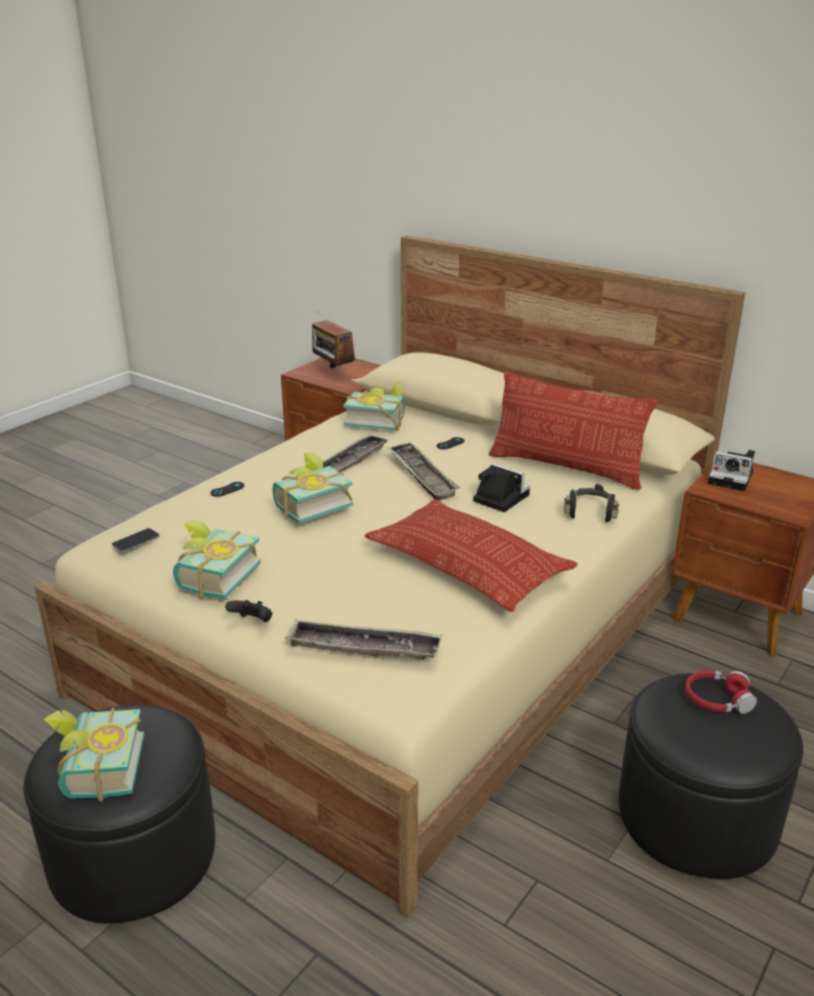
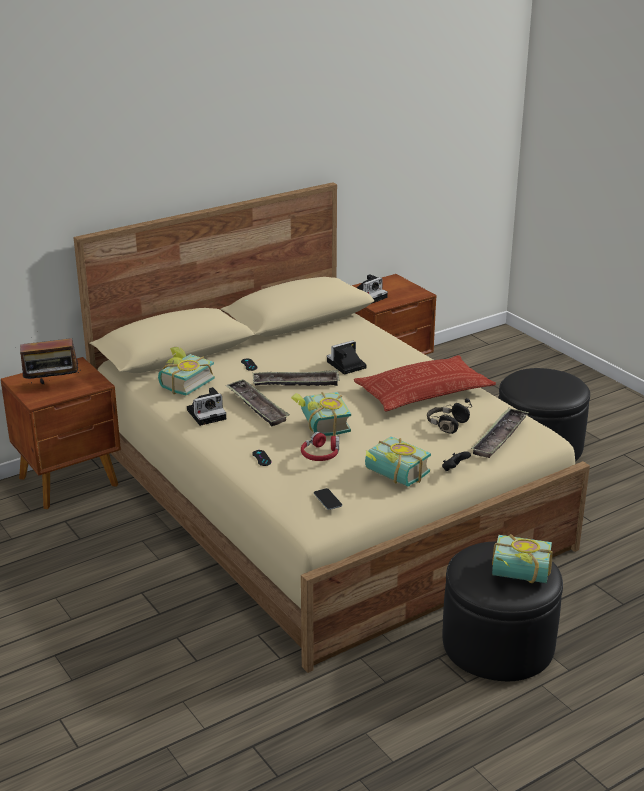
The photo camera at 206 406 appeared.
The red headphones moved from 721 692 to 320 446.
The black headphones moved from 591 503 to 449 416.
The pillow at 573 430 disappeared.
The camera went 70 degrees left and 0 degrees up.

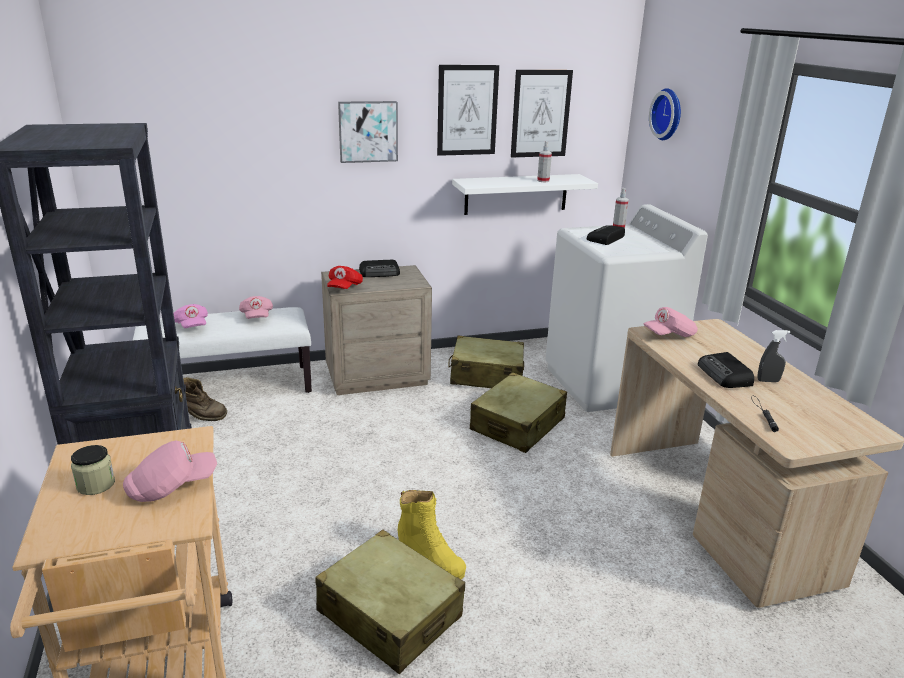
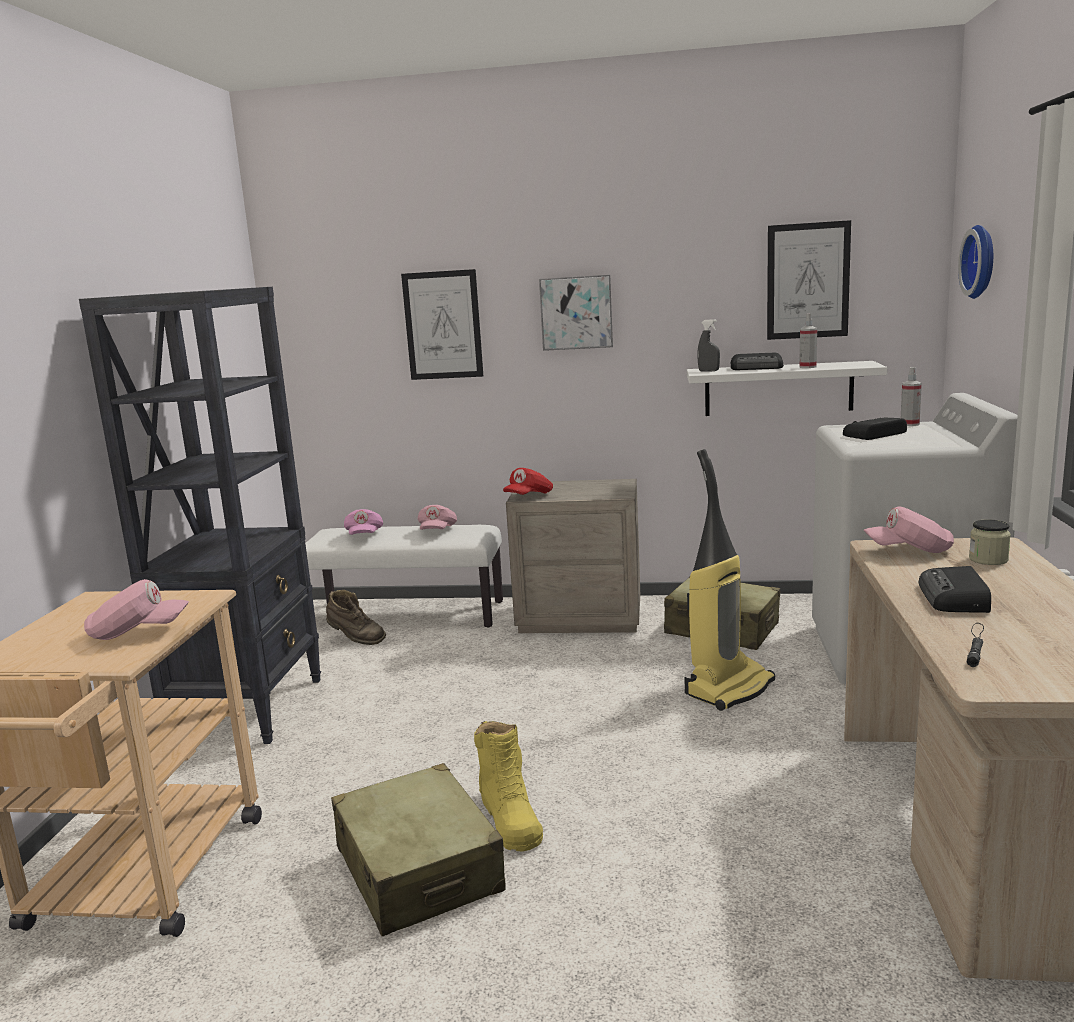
The picture moved from 468 110 to 442 324.
The beige suitcase at 518 412 was replaced by the vacuum cleaner at 729 580.
The grey spray bottle moved from 774 356 to 708 345.
The radio moved from 379 268 to 757 361.
The jar moved from 93 470 to 990 542.
The camera went 25 degrees right and 10 degrees down.

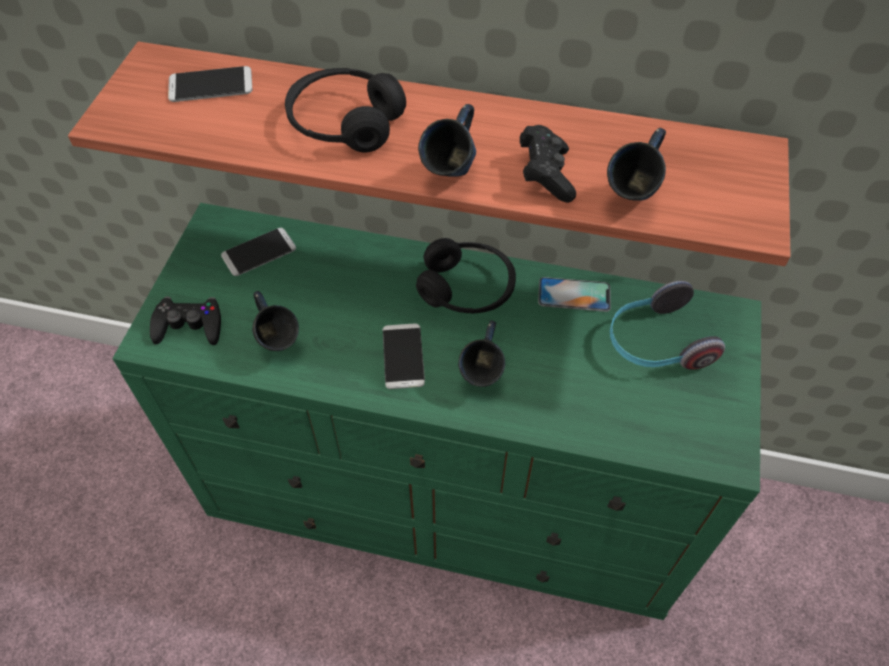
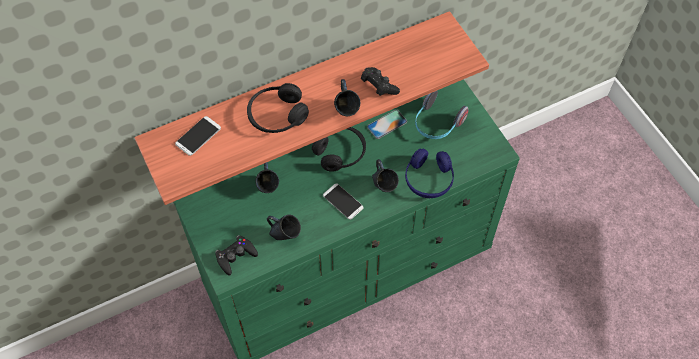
The blue mug moved from 636 164 to 267 177.
The blue headphones at 429 173 appeared.
The phone at 258 252 disappeared.
The camera went 40 degrees left and 5 degrees up.

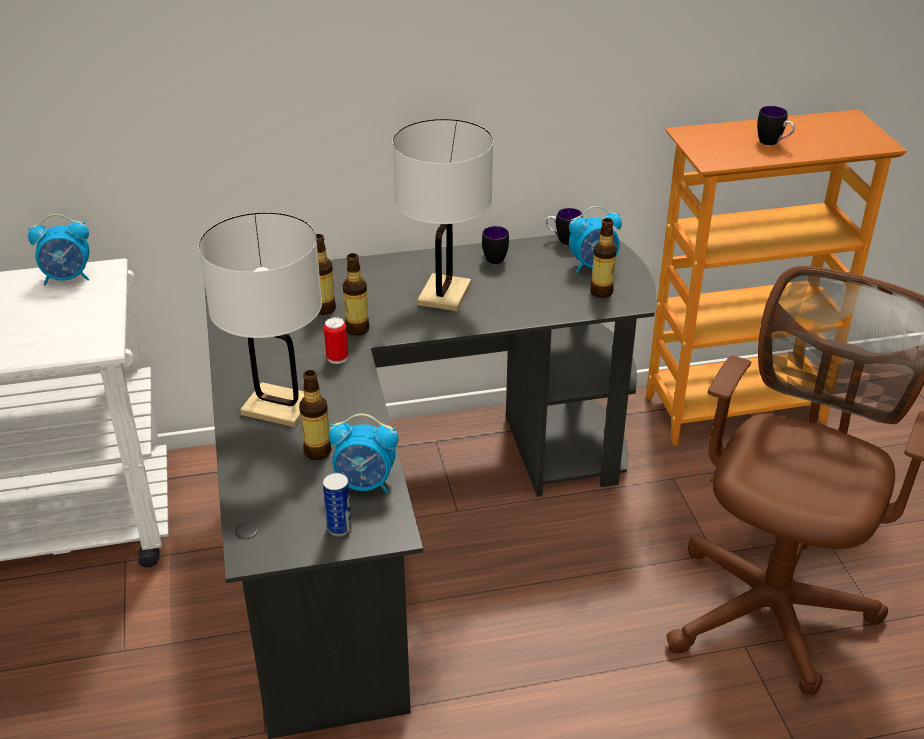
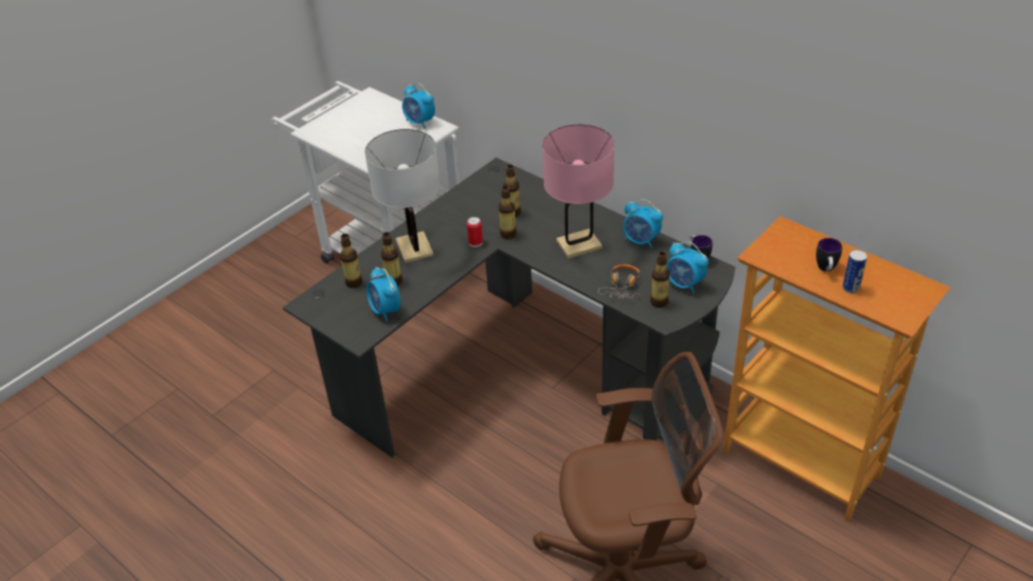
The bottle at 351 261 appeared.
The white table lamp at 443 215 became the pink table lamp at 578 191.
The headphones at 619 281 appeared.
The mug at 495 245 was replaced by the alarm clock at 643 224.
The can moved from 337 504 to 855 271.
The camera went 55 degrees right and 5 degrees up.

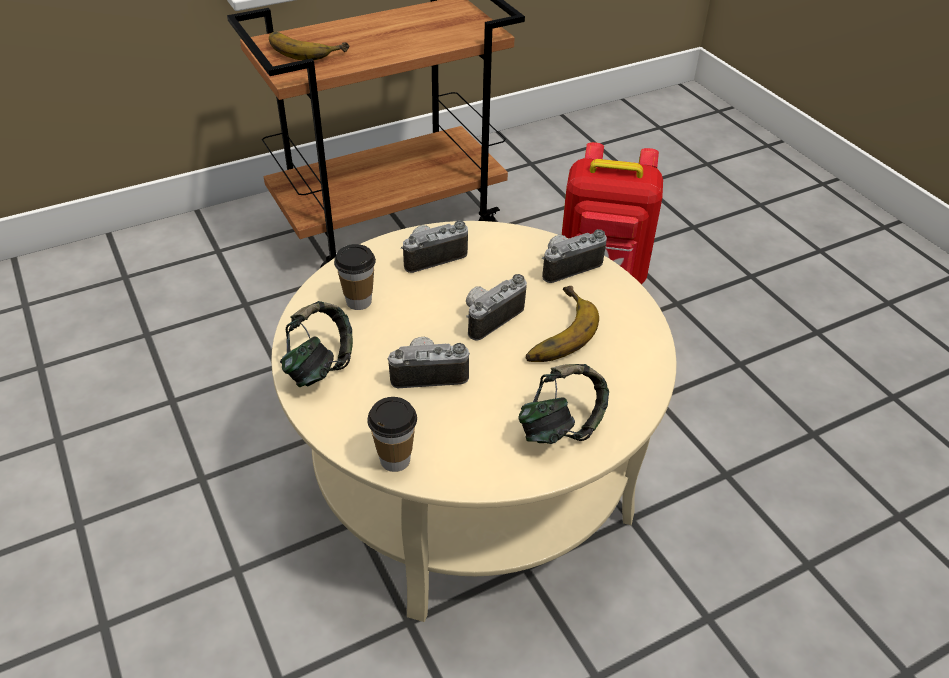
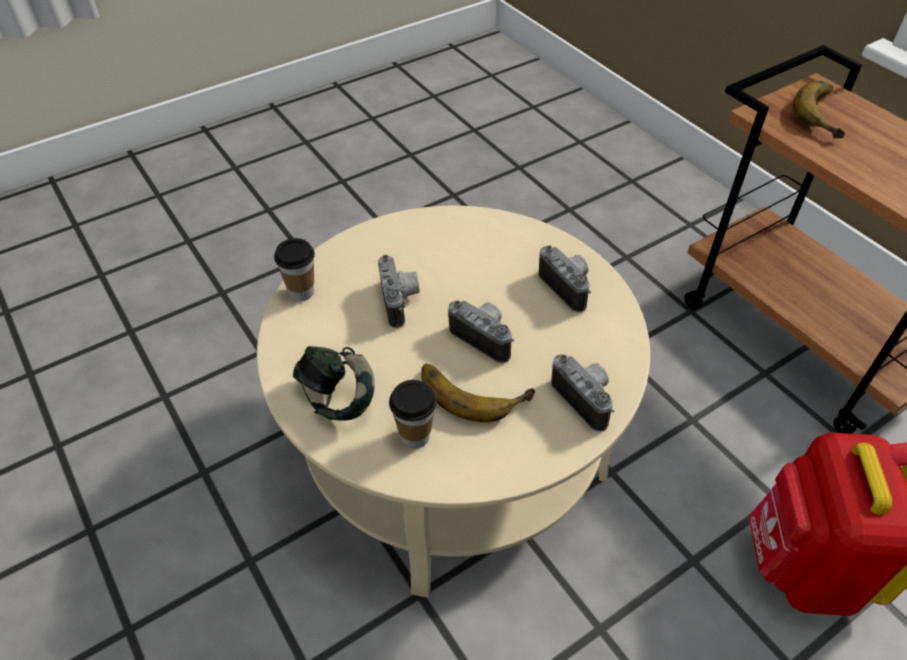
The cup moved from 355 277 to 413 414.
The headphones at 316 344 disappeared.
The camera went 85 degrees right and 5 degrees up.

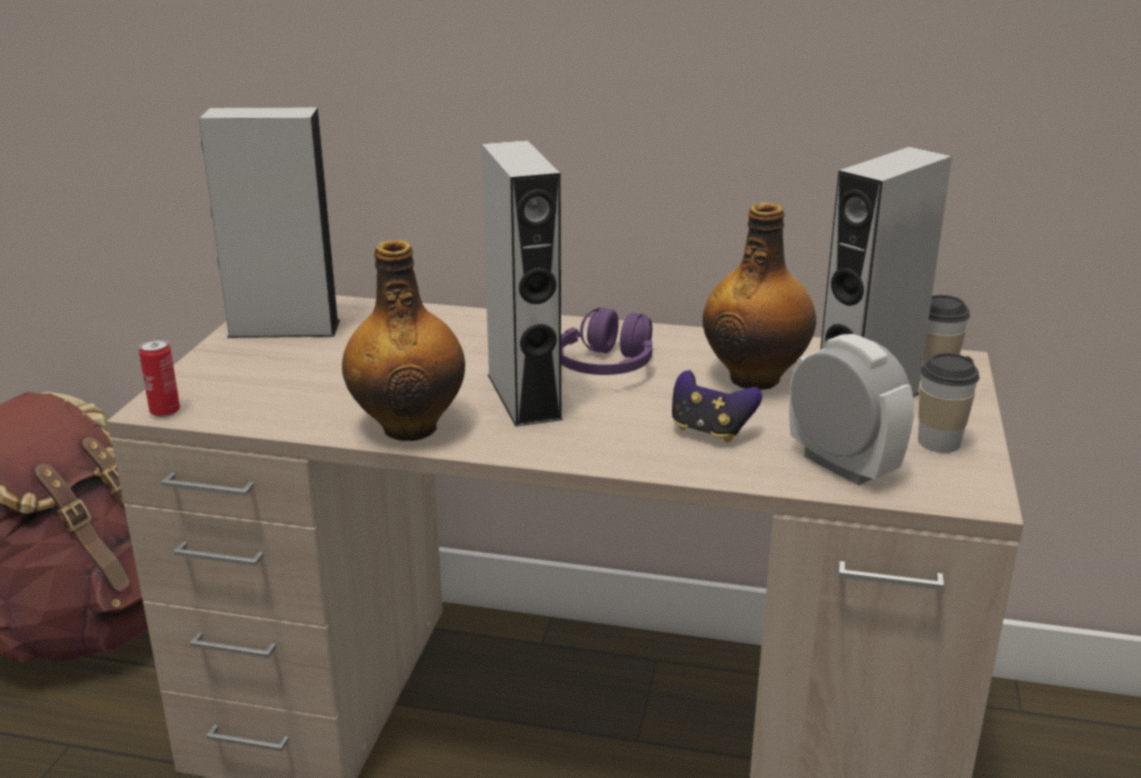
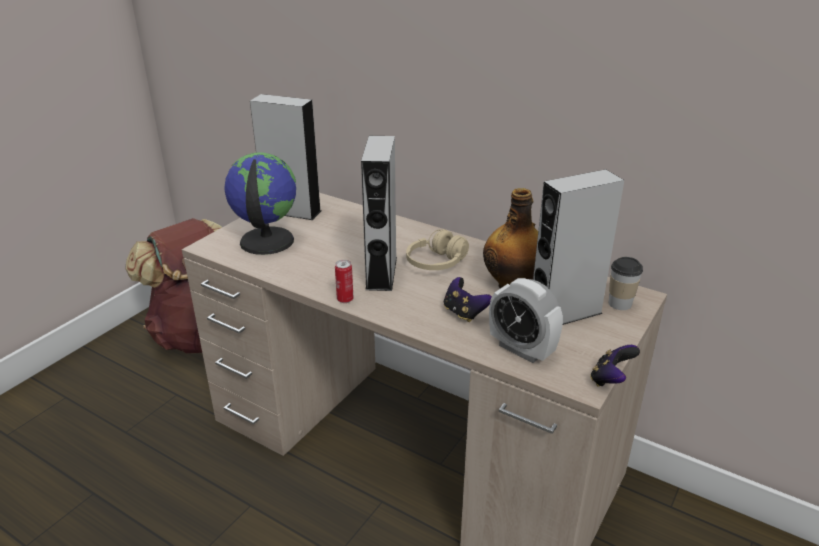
The globe at 260 203 appeared.
The can moved from 159 377 to 344 281.
The purple headphones at 606 341 became the beige headphones at 437 249.
The alarm clock at 851 410 turned 150 degrees clockwise.
The game controller at 615 366 appeared.
The bottle at 403 340 disappeared.
The cup at 949 403 disappeared.
The camera went 20 degrees right and 5 degrees up.

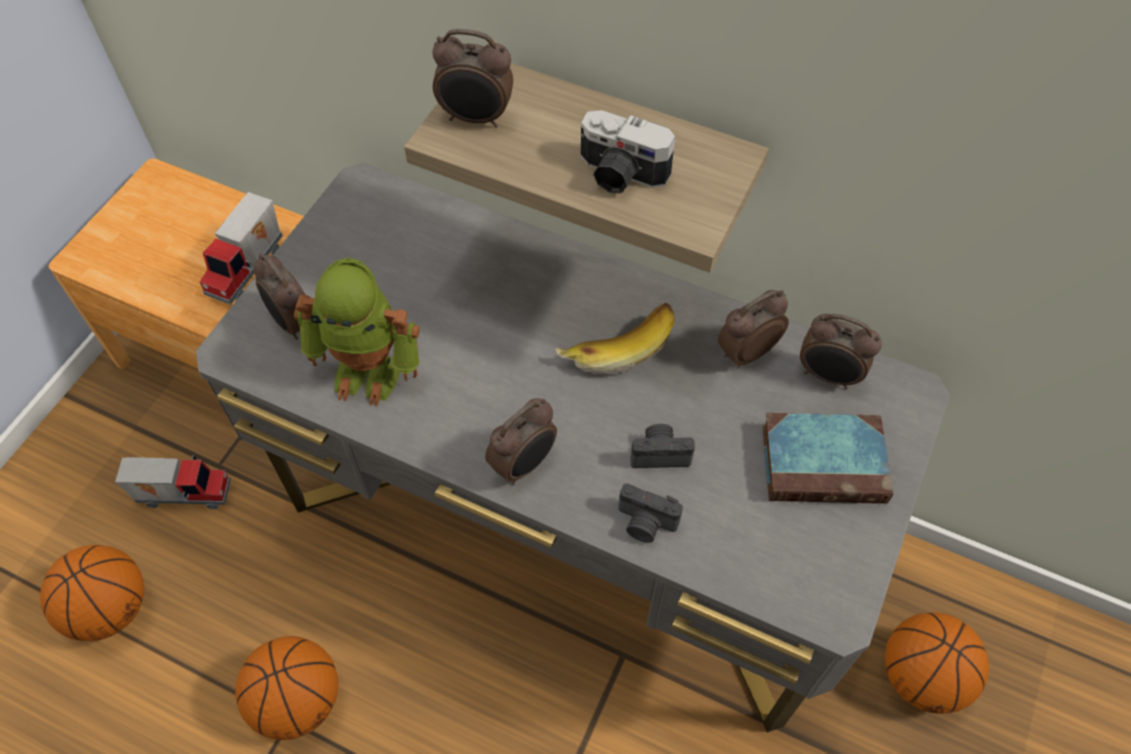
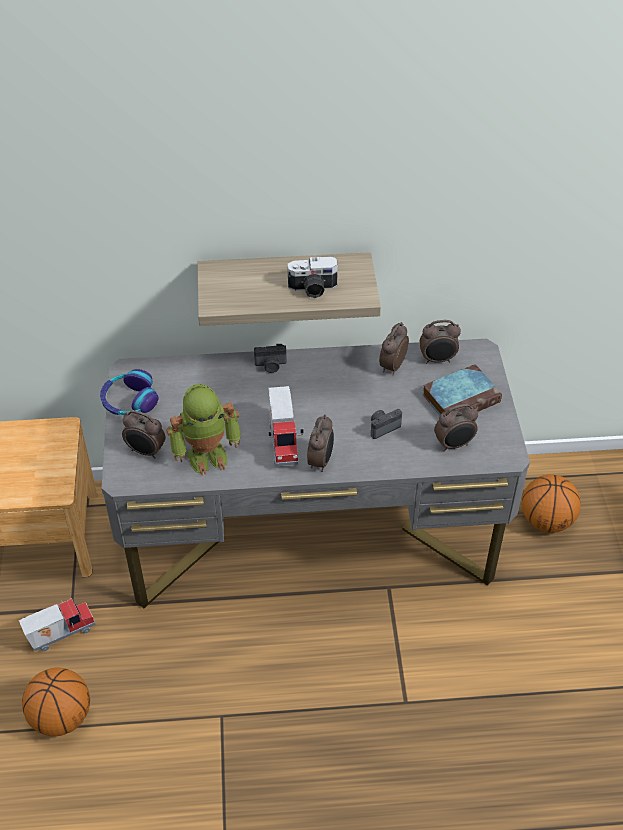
The headphones at 129 392 appeared.
The photo camera moved from 650 513 to 270 358.
The toy truck moved from 241 248 to 286 426.
The alarm clock moved from 473 78 to 456 428.
The basketball at 286 688 disappeared.
The banana at 615 338 disappeared.
The camera went 30 degrees left and 10 degrees down.

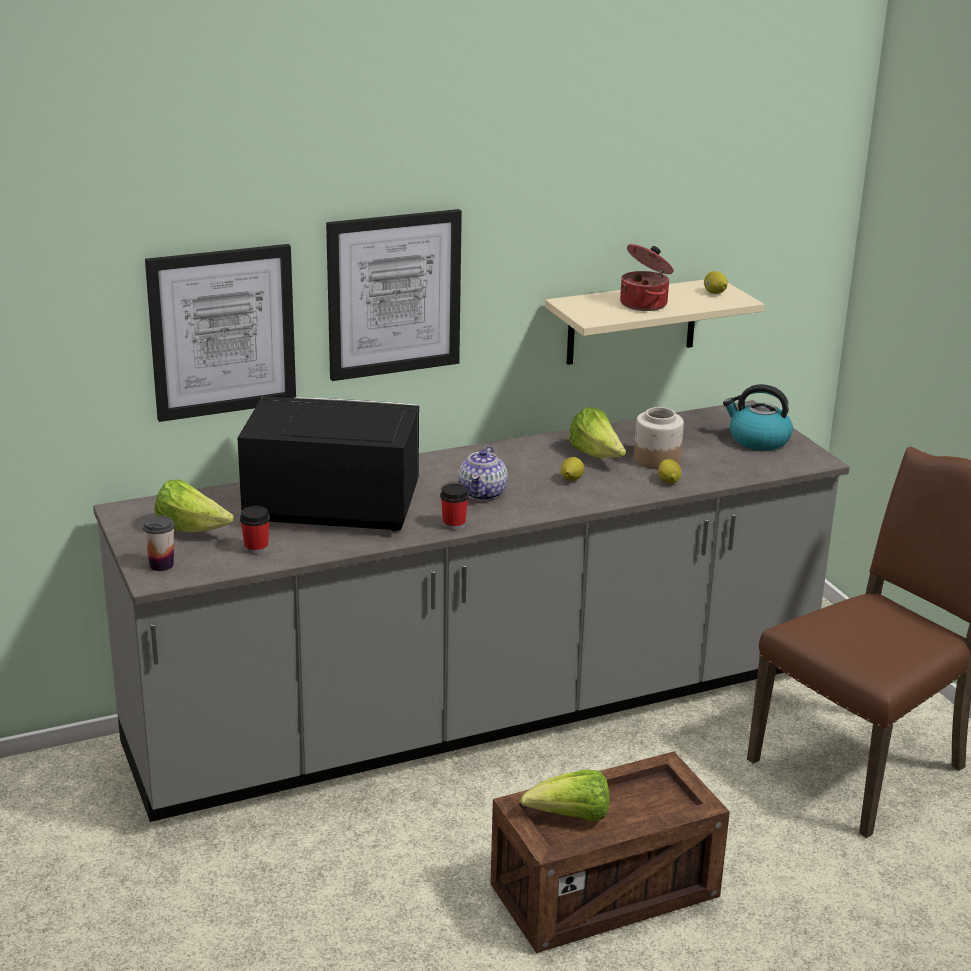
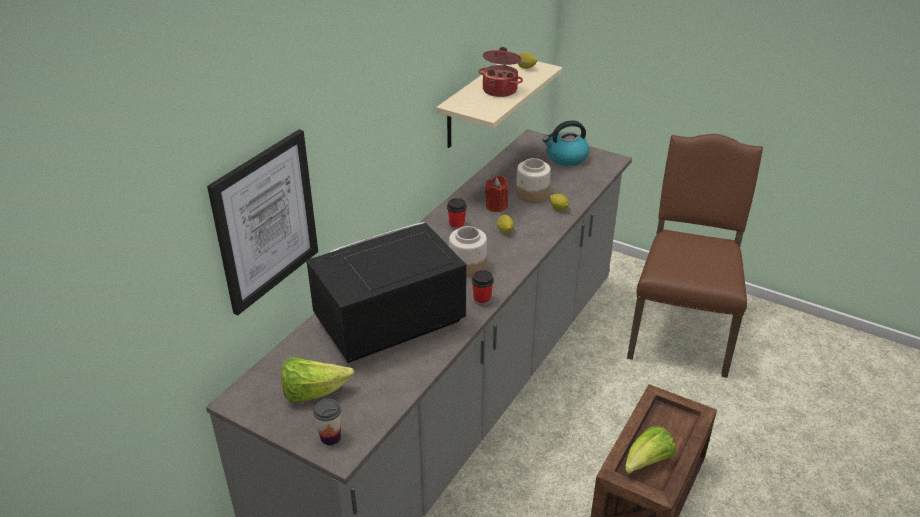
The cup moved from 255 530 to 457 214.
The teapot at 483 473 was replaced by the jar at 468 251.
The lettuce at 597 433 was replaced by the red candle at 496 194.
The picture at 394 295 disappeared.
The camera went 35 degrees left and 10 degrees up.

